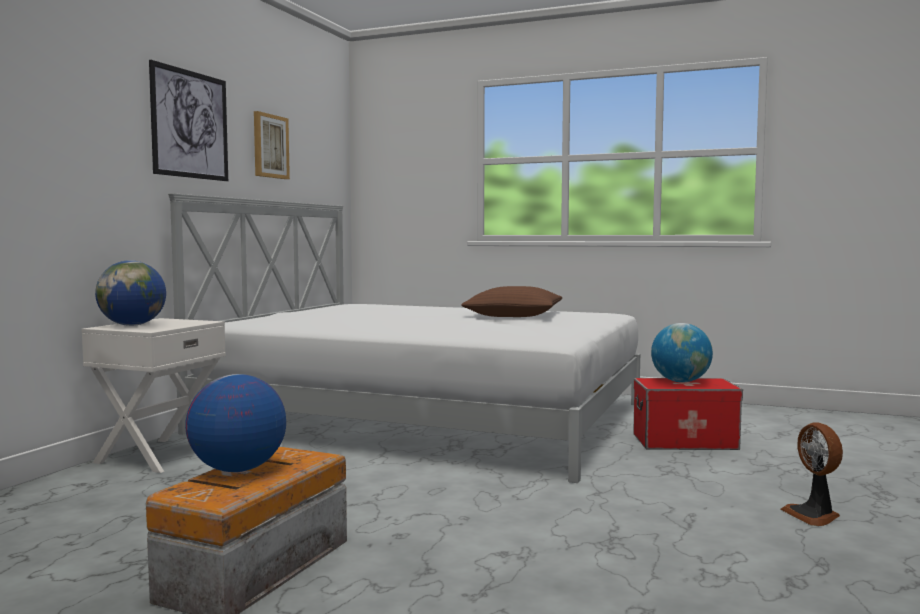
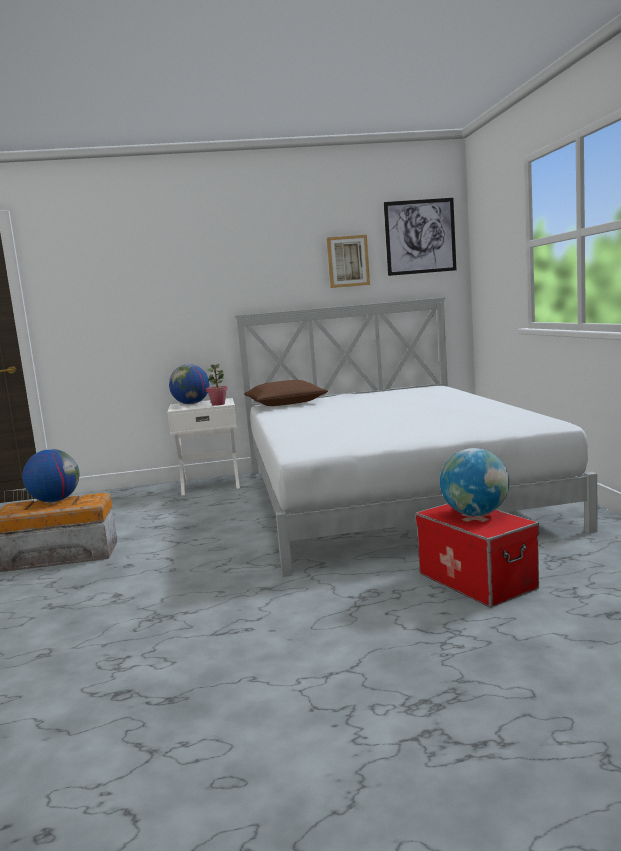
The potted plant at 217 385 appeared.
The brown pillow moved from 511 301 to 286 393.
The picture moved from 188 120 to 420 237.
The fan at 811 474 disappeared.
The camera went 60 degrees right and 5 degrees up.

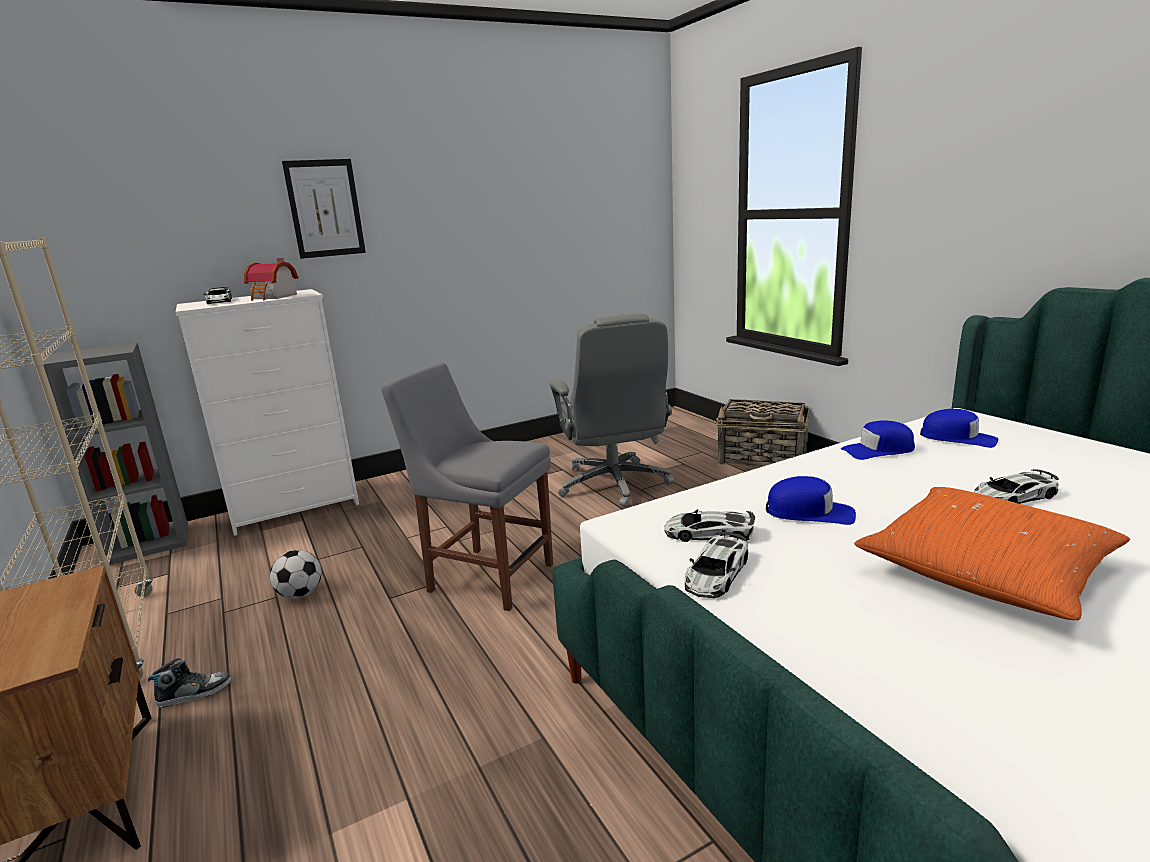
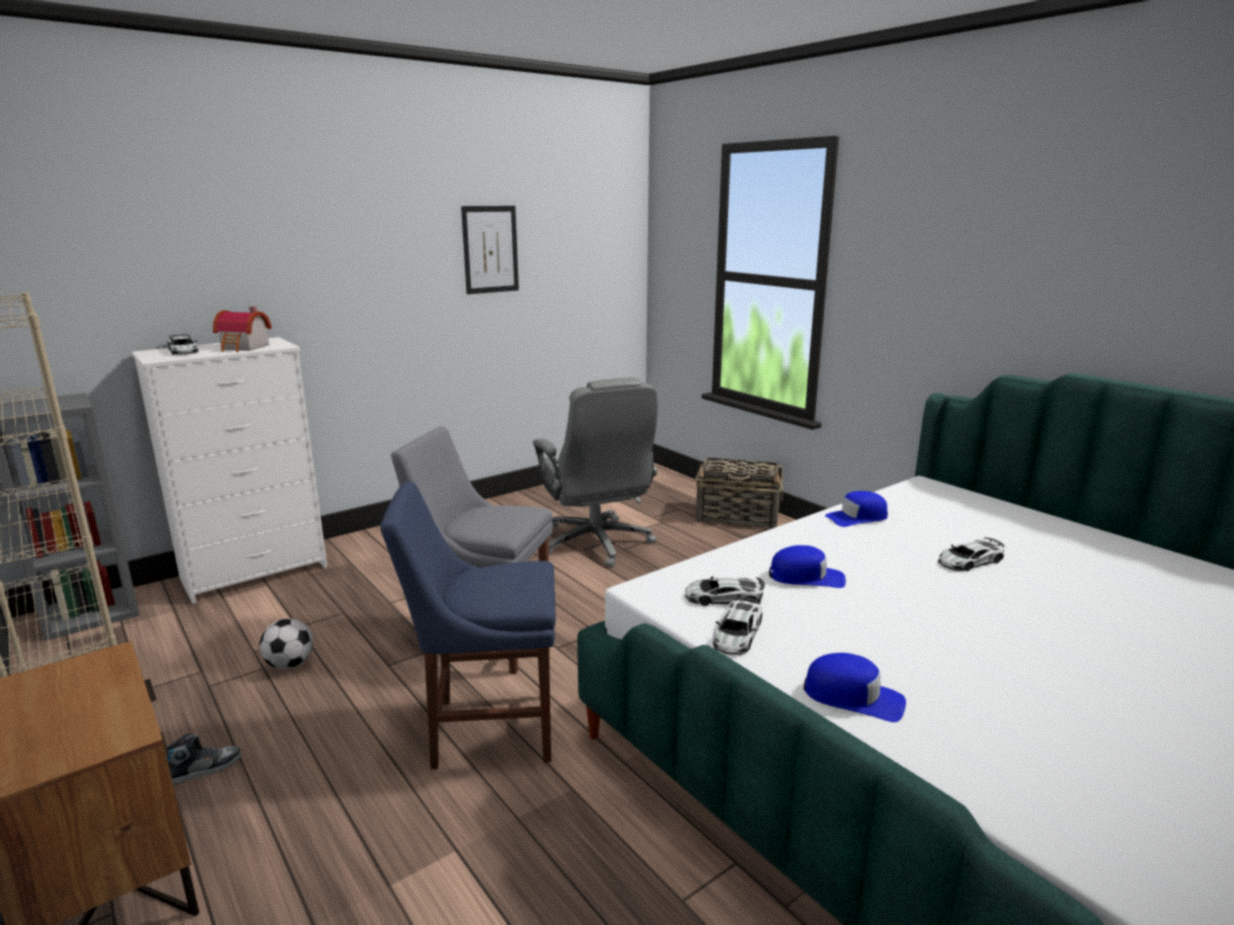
The blue chair at 468 625 appeared.
The picture moved from 324 209 to 490 250.
The blue cap moved from 959 428 to 855 687.
The orange pillow at 992 553 disappeared.
The camera went 10 degrees left and 0 degrees up.

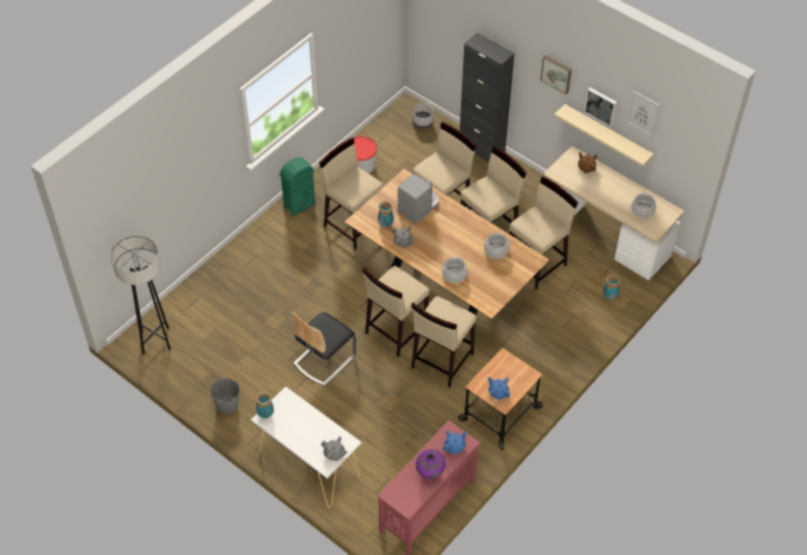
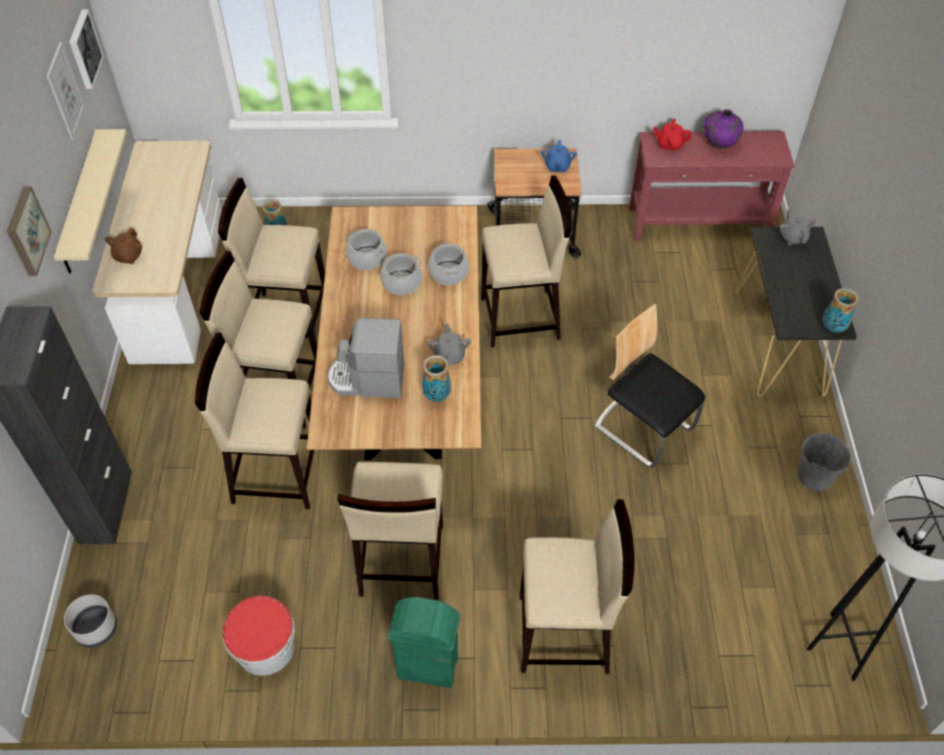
The picture moved from 600 107 to 86 49.
The cooking pot moved from 643 205 to 401 274.
The beige stool moved from 396 311 to 577 586.
The chair at 324 349 turned 135 degrees counterclockwise.
The blue teapot at 455 442 became the red teapot at 672 134.
The white console table at 306 447 became the black console table at 796 312.
The camera went 130 degrees left and 0 degrees up.

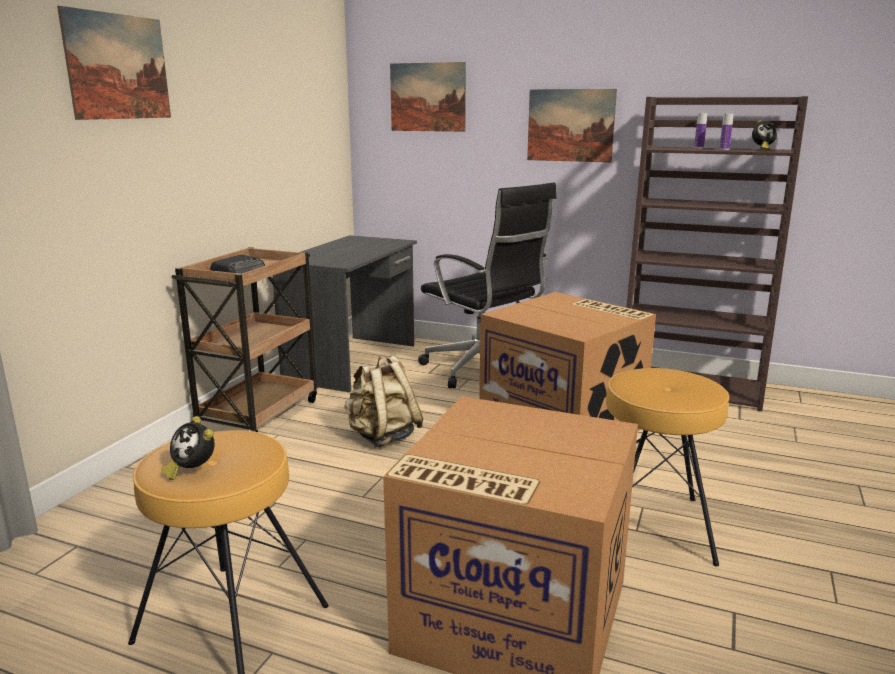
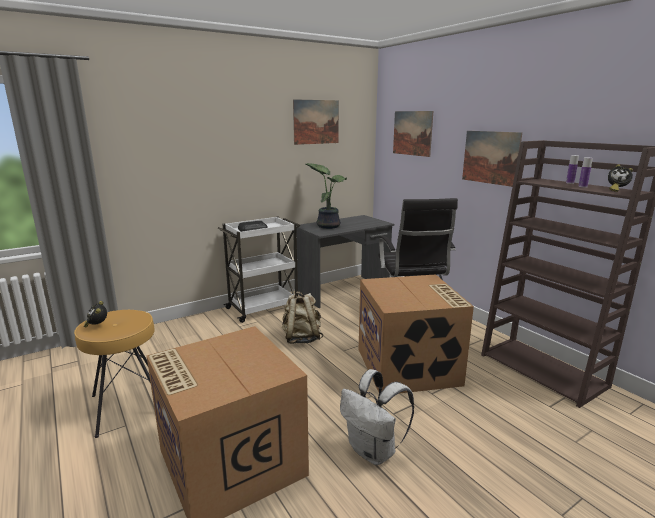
The brown cart at 244 339 became the white cart at 259 270.
The picture moved from 114 63 to 316 122.
The potted plant at 326 196 appeared.
The brown stool at 667 467 was replaced by the white backpack at 377 417.
The camera went 35 degrees right and 0 degrees up.

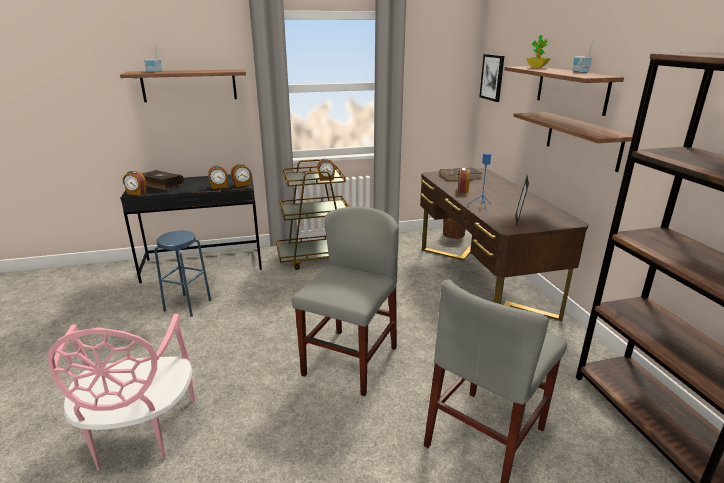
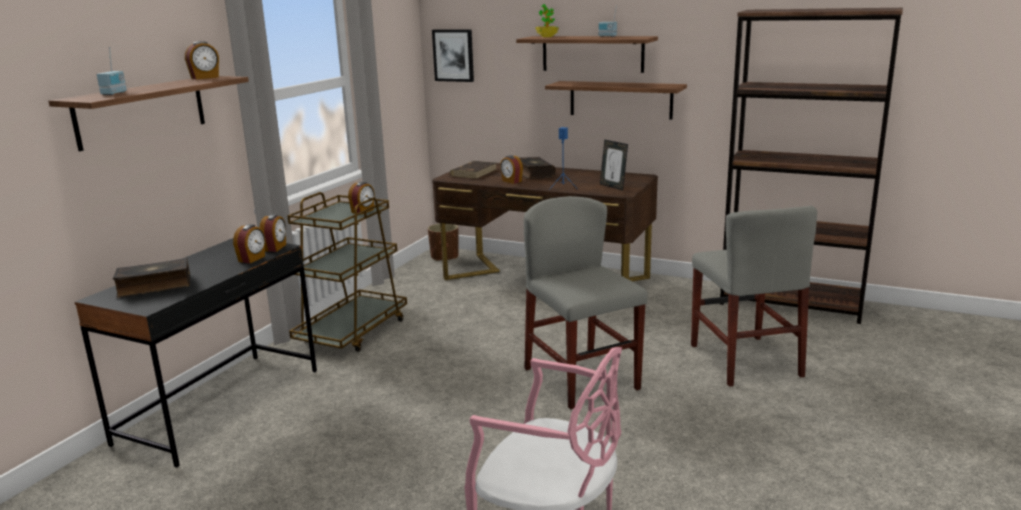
The alarm clock moved from 134 183 to 202 60.
The book at 537 168 appeared.
The blue stool at 182 274 disappeared.
The camera went 50 degrees left and 5 degrees down.

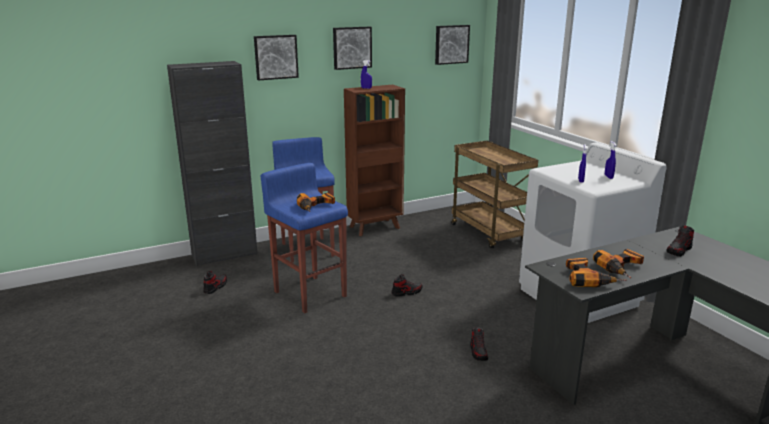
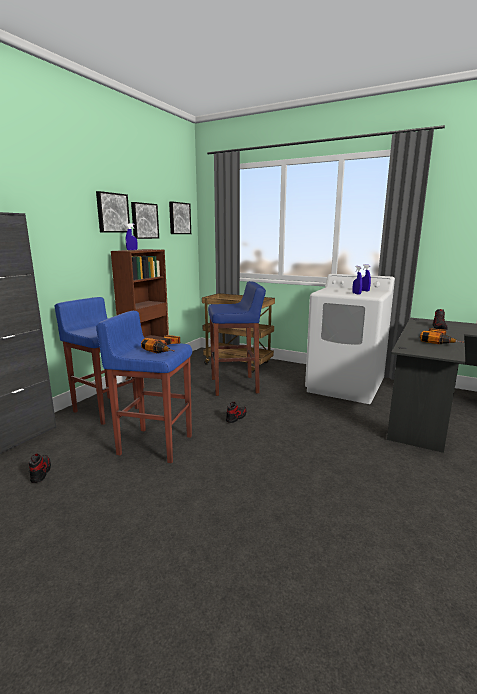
The picture moved from 276 58 to 145 220.
The blue stool at 237 338 appeared.
The shoe at 479 344 disappeared.
The power drill at 596 272 disappeared.
The camera went 35 degrees left and 5 degrees down.

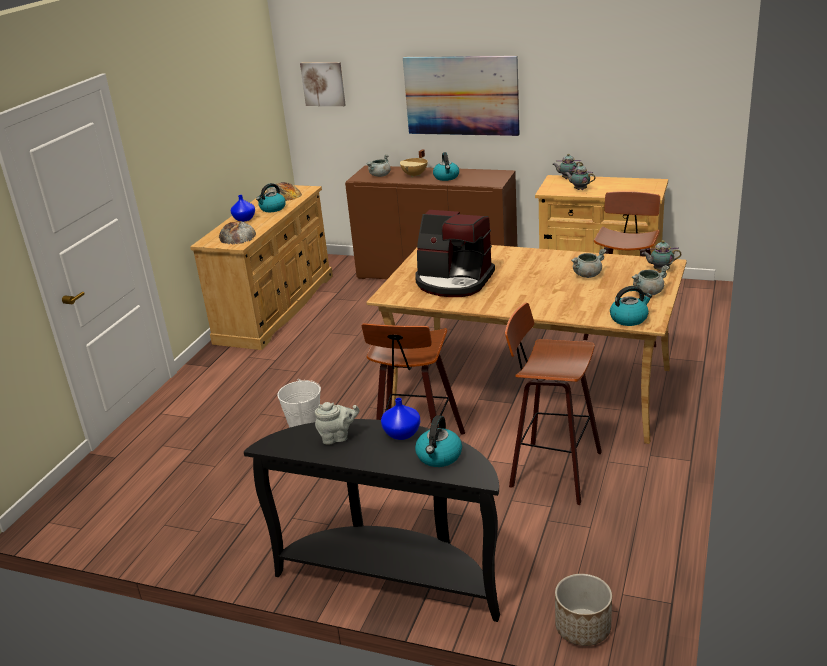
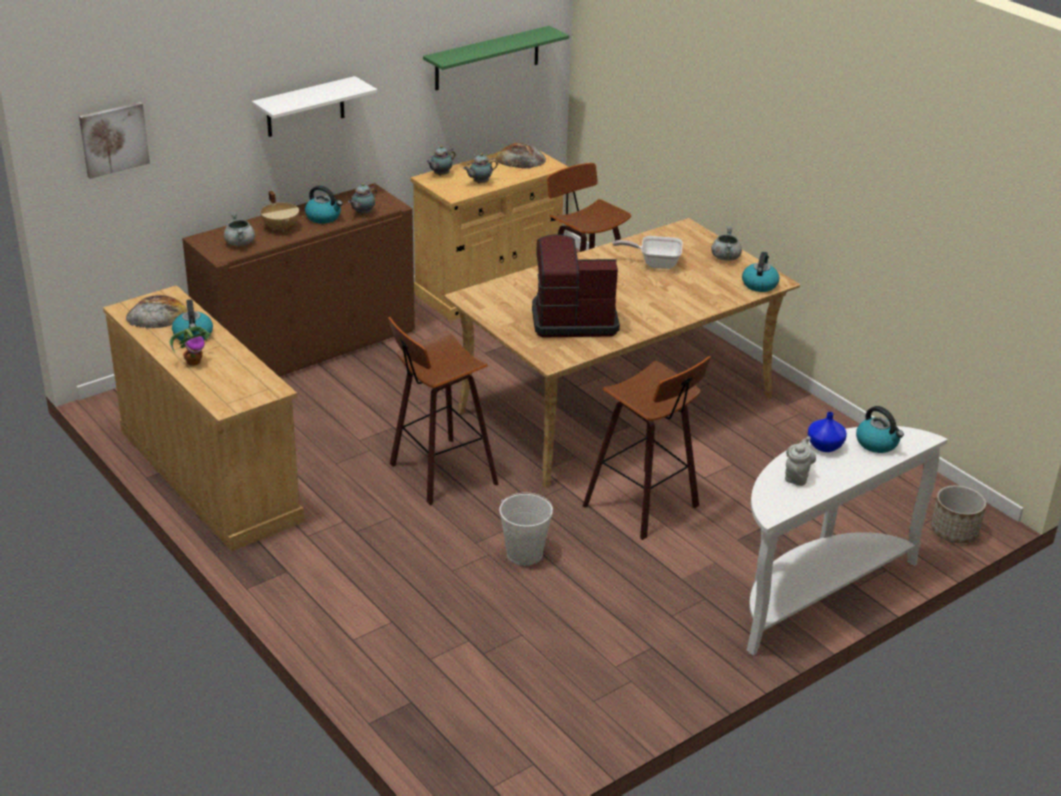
The blue vase at 243 208 was replaced by the potted plant at 191 346.
The picture at 461 96 was replaced by the white shelf at 314 106.
The teapot moved from 662 255 to 362 199.
The stool moved from 553 404 to 443 411.
The green shelf at 496 58 appeared.
The bread moved from 237 232 to 521 155.
The coffee machine at 455 253 turned 150 degrees counterclockwise.
The grey cooking pot at 588 263 was replaced by the frying pan at 647 252.
The black console table at 372 520 became the white console table at 847 541.
The camera went 60 degrees left and 5 degrees up.

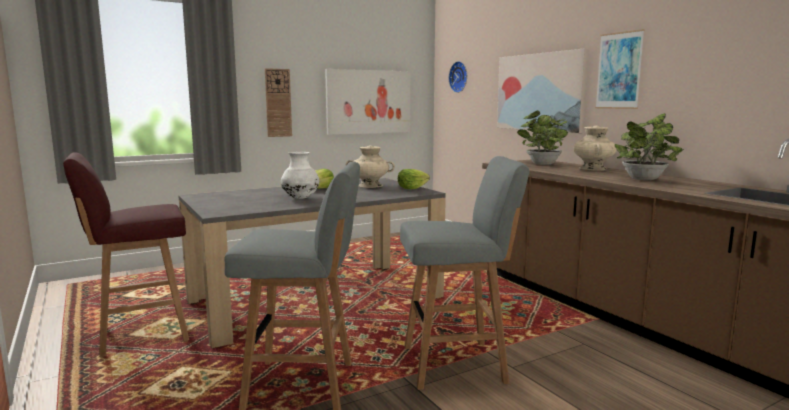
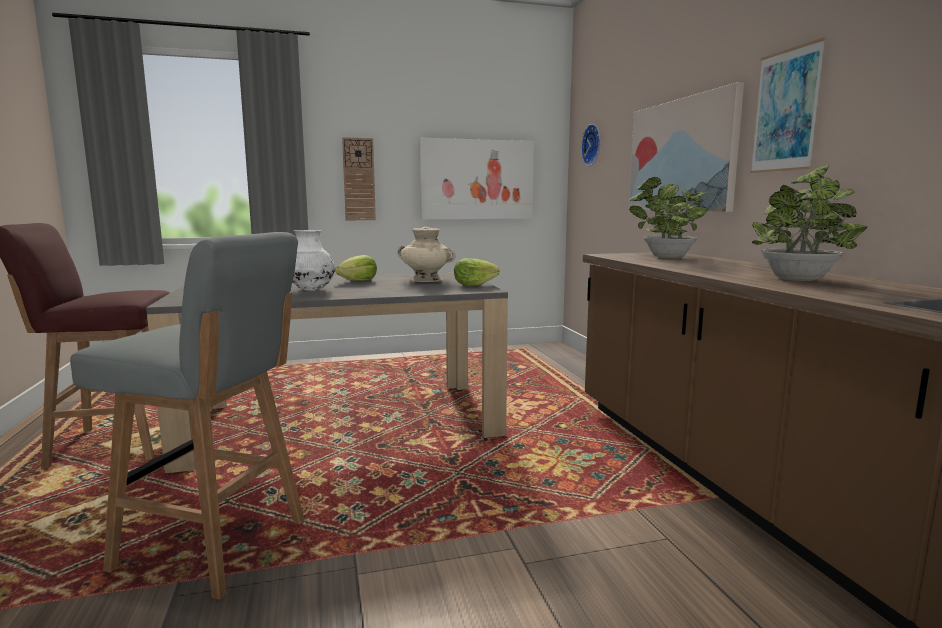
The grey stool at 465 273 disappeared.
The beige vase at 595 148 disappeared.
The camera went 15 degrees right and 0 degrees up.

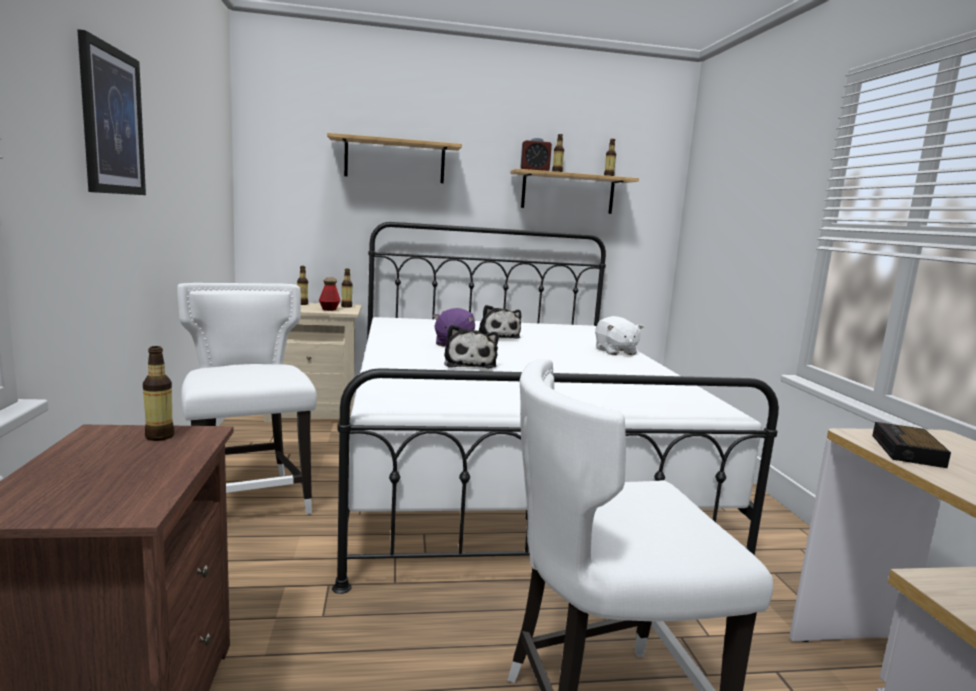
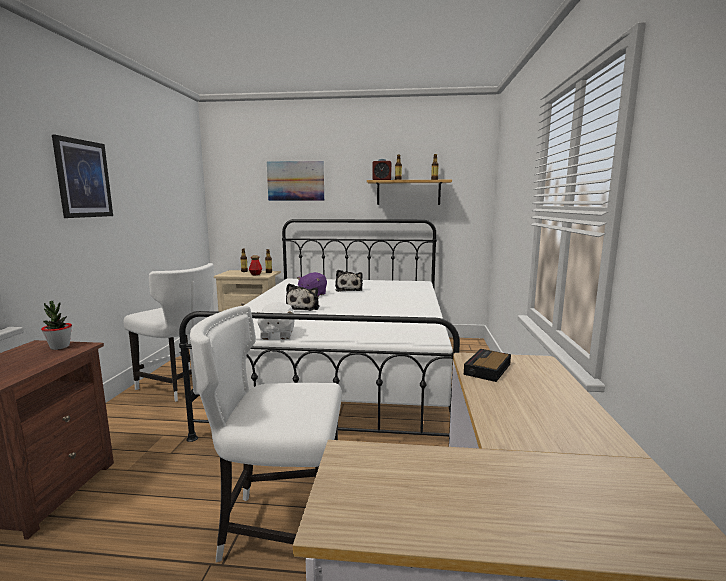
The bottle at 158 393 was replaced by the potted plant at 56 325.
The white chair at 247 398 turned 135 degrees clockwise.
The white plush toy moved from 619 335 to 275 321.
The shelf at 394 158 was replaced by the picture at 295 181.
The camera went 15 degrees right and 0 degrees up.

